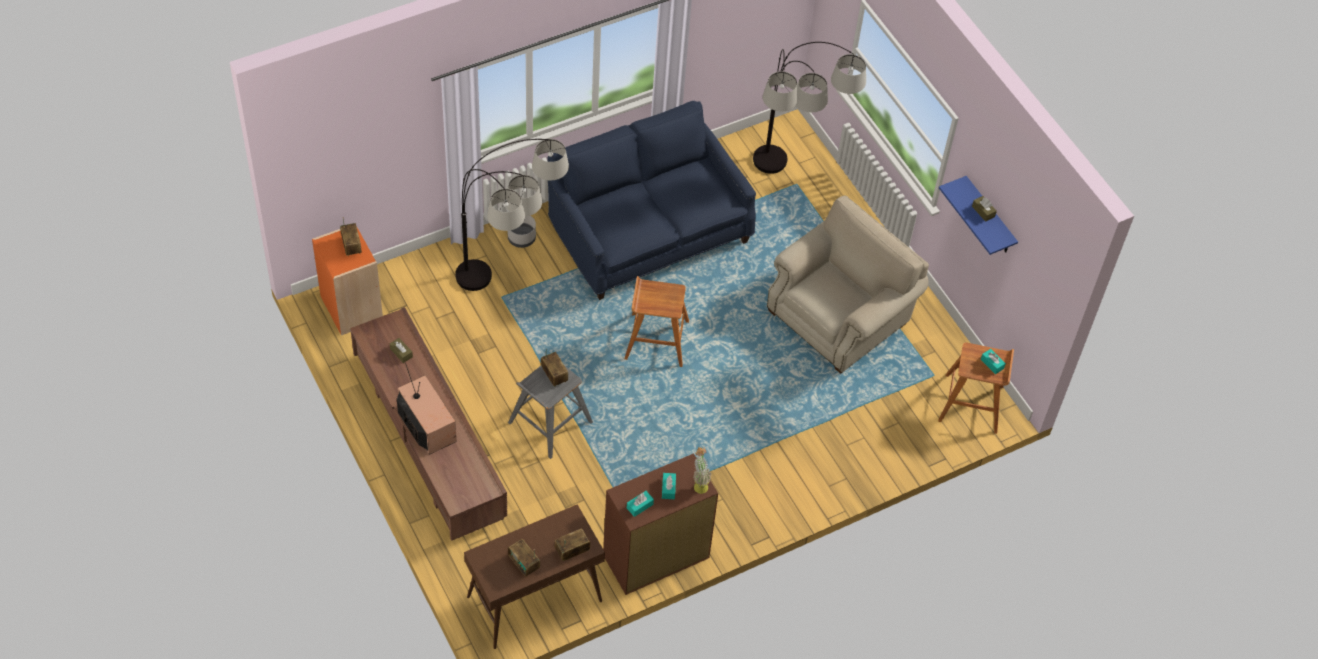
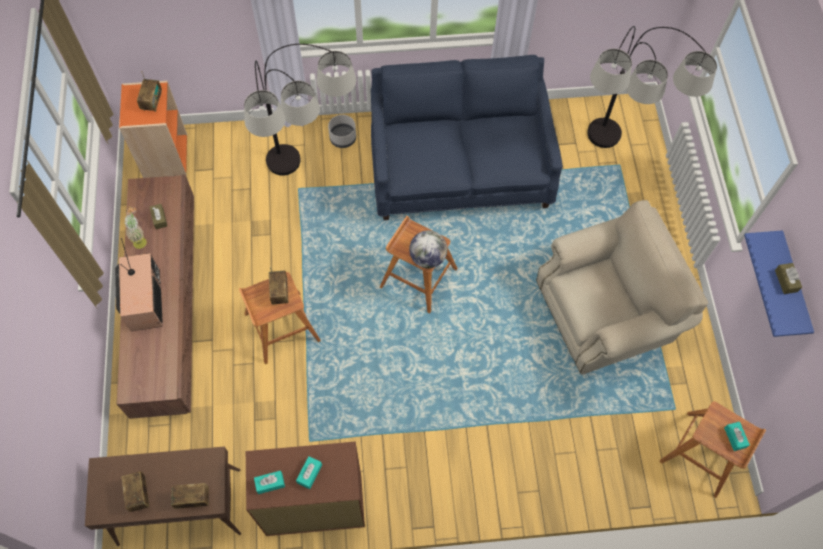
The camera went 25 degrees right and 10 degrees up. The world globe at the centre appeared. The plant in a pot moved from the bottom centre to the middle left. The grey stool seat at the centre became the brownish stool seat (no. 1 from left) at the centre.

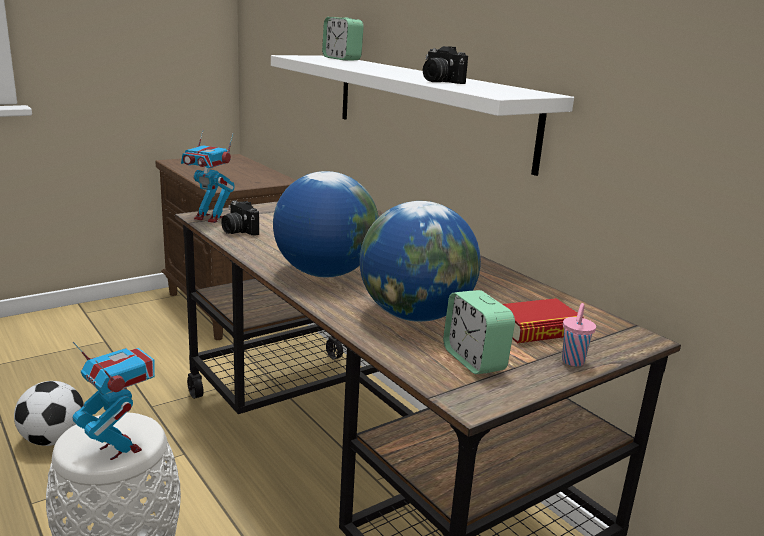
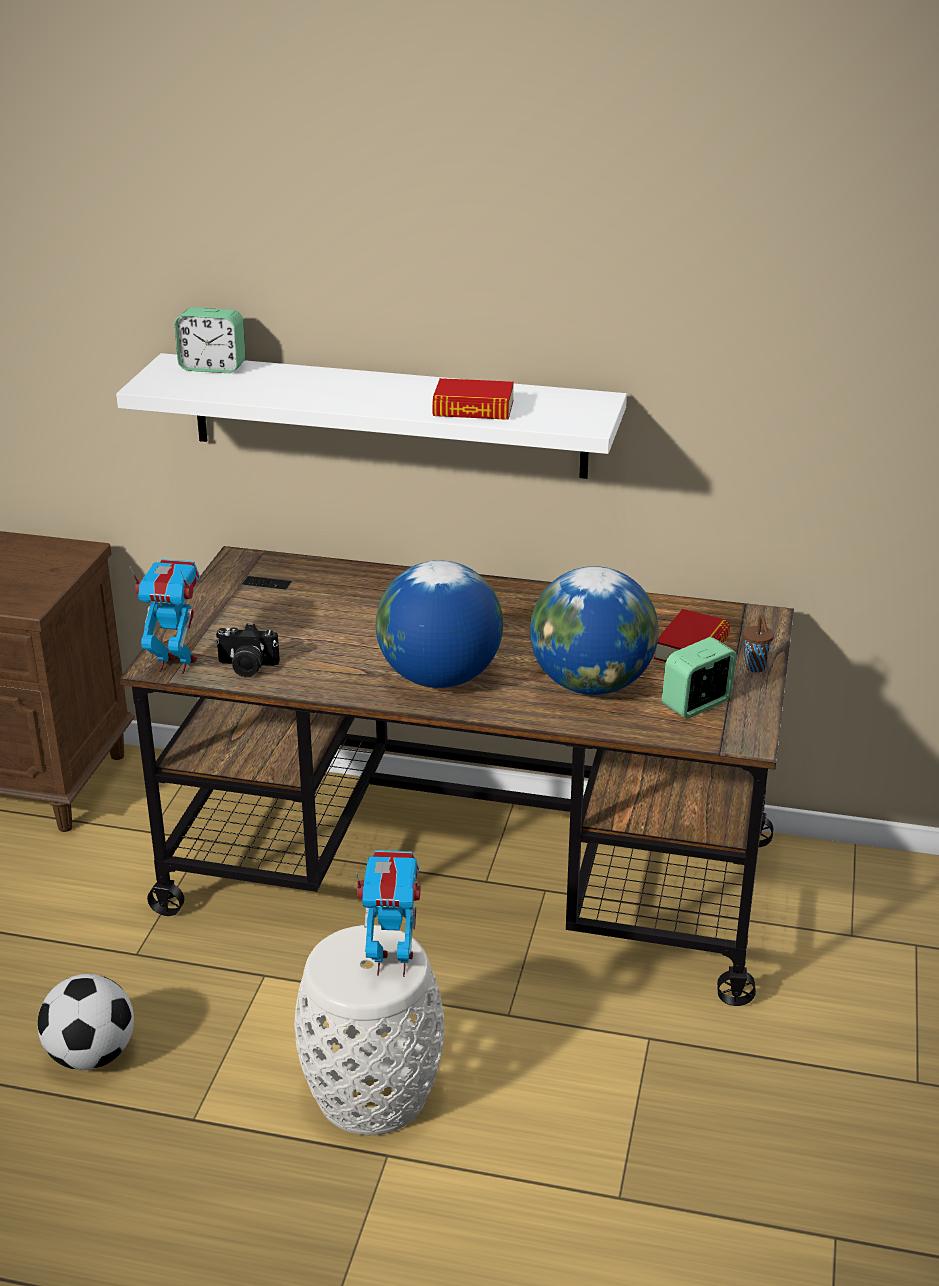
The camera went 40 degrees left and 10 degrees up. The still camera (no. 2 from left) at the top centre was replaced by the volume (no. 1 from left) at the top centre. The pink-coloured small cup at the middle right became the brownish small cup at the middle right. The model robot (no. 2 from left in the first image) at the top left turned 150 degrees counterclockwise. The alarm clock (no. 2 from left) at the centre turned 120 degrees clockwise.

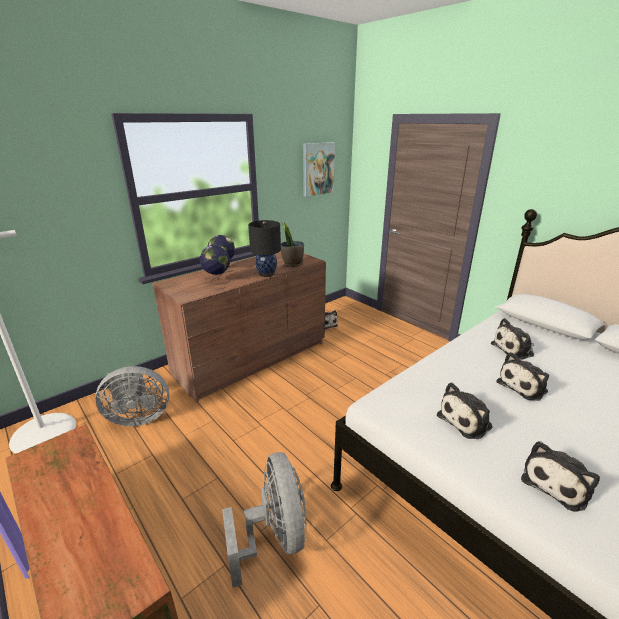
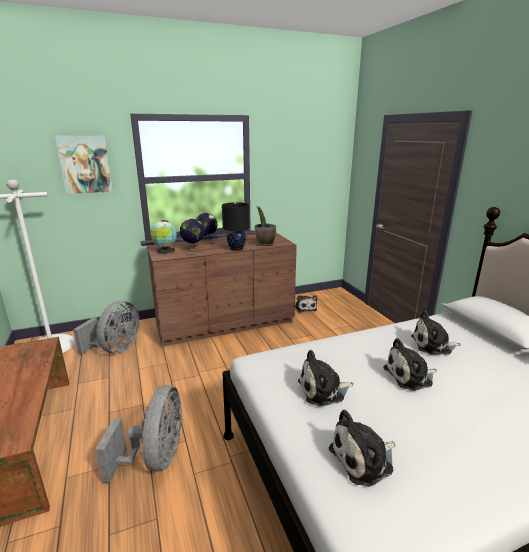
The camera went 20 degrees right and 5 degrees down. The world globe (no. 1 from left) at the middle left appeared. The wall art moved from the top centre to the top left. The grey cooling fan (no. 1 from left) at the middle left turned 75 degrees counterclockwise.

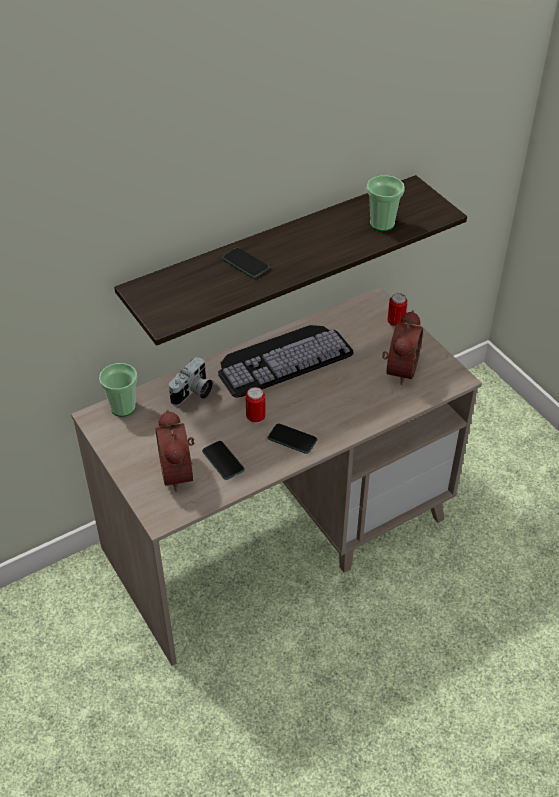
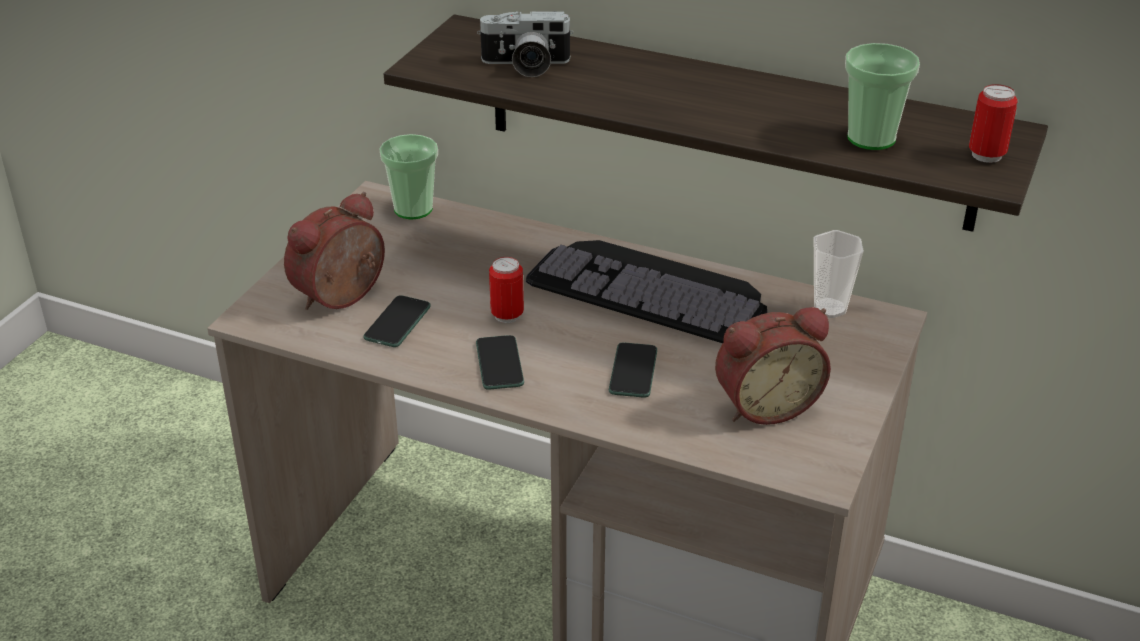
The camera went 55 degrees right and 10 degrees down. The small cup (no. 2 from left) at the middle right appeared. The still camera moved from the centre to the top centre. The phone (no. 2 from left in the first image) moved from the top centre to the centre. The can (no. 2 from left) moved from the middle right to the top right.

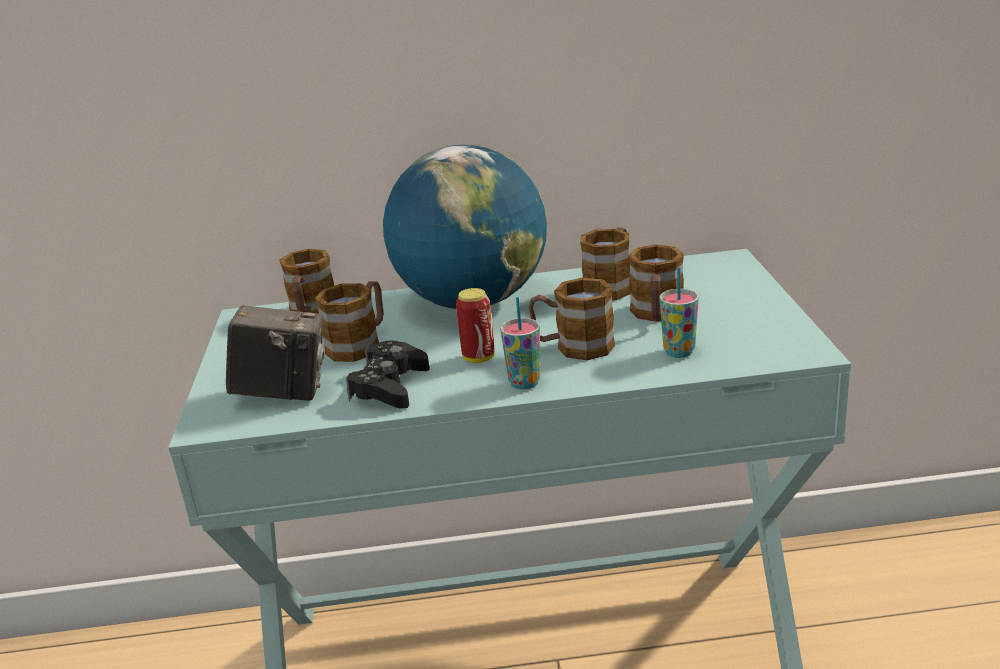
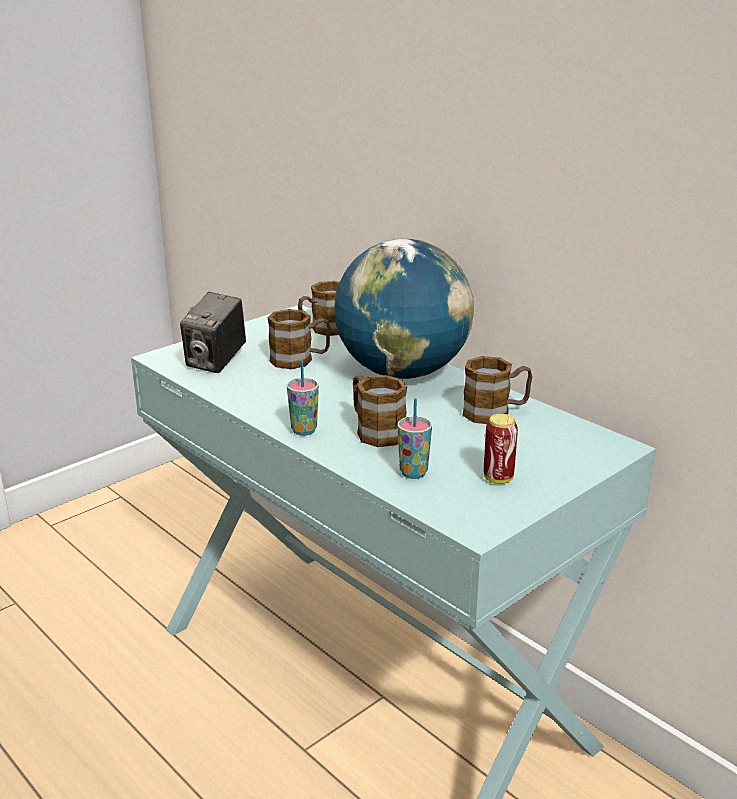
The camera went 50 degrees right and 0 degrees up. The blackish game controller at the centre disappeared. The mug (no. 5 from left) at the centre disappeared. The can moved from the centre to the middle right. The still camera at the middle left turned 60 degrees clockwise.

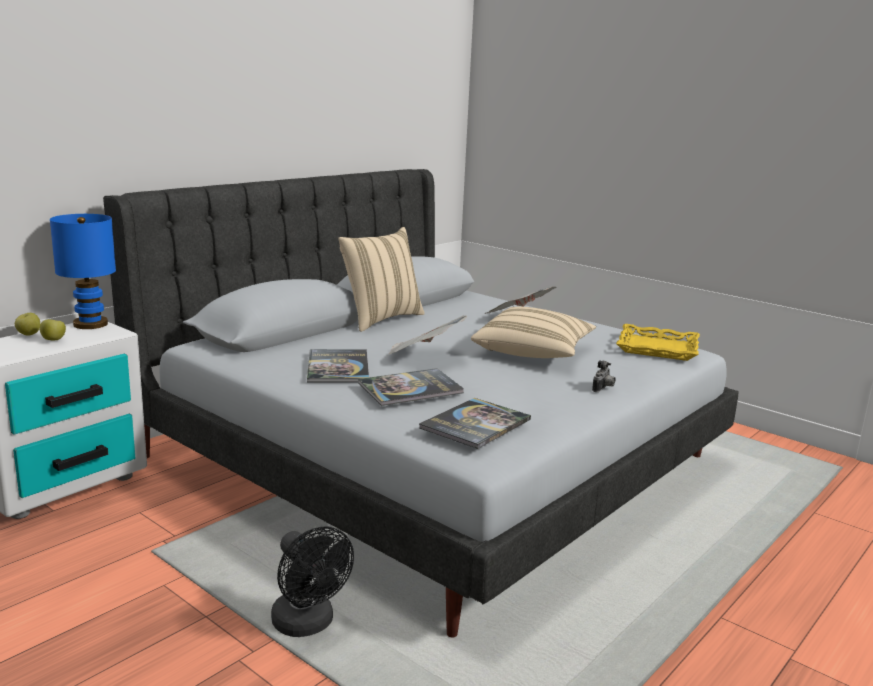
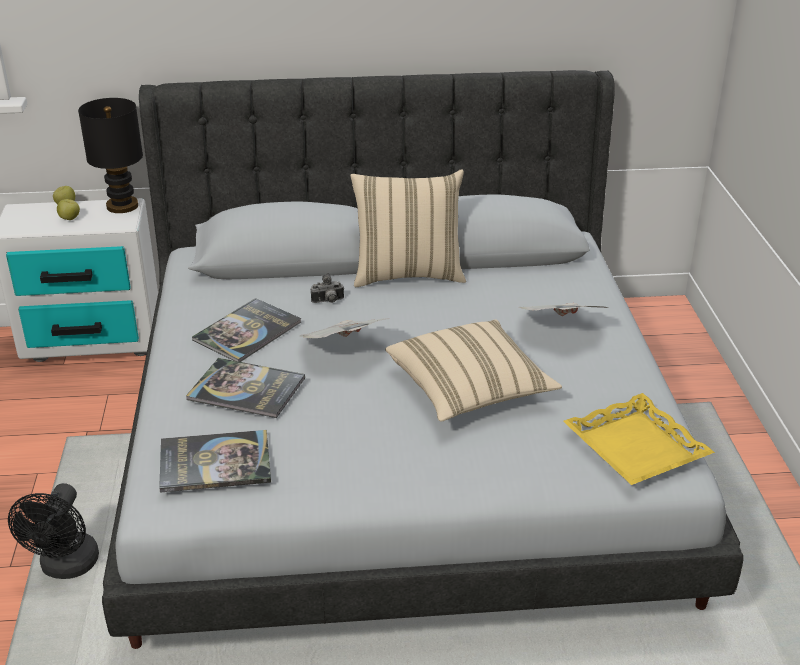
The camera went 45 degrees right and 15 degrees up. The still camera moved from the middle right to the centre. The bluish table lamp at the middle left became the blackish table lamp at the top left.

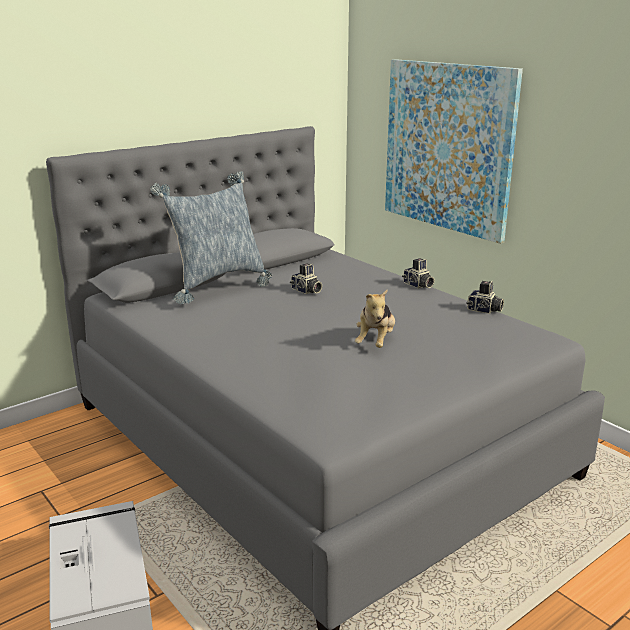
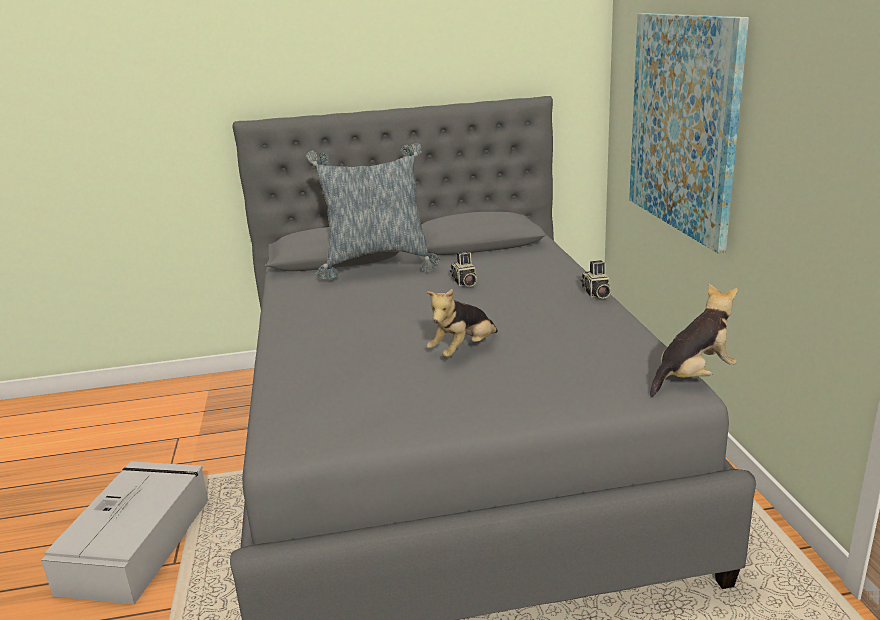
The camera went 30 degrees right and 0 degrees up. The still camera (no. 3 from left) at the middle right disappeared. The plush toy (no. 2 from left) at the middle right appeared.

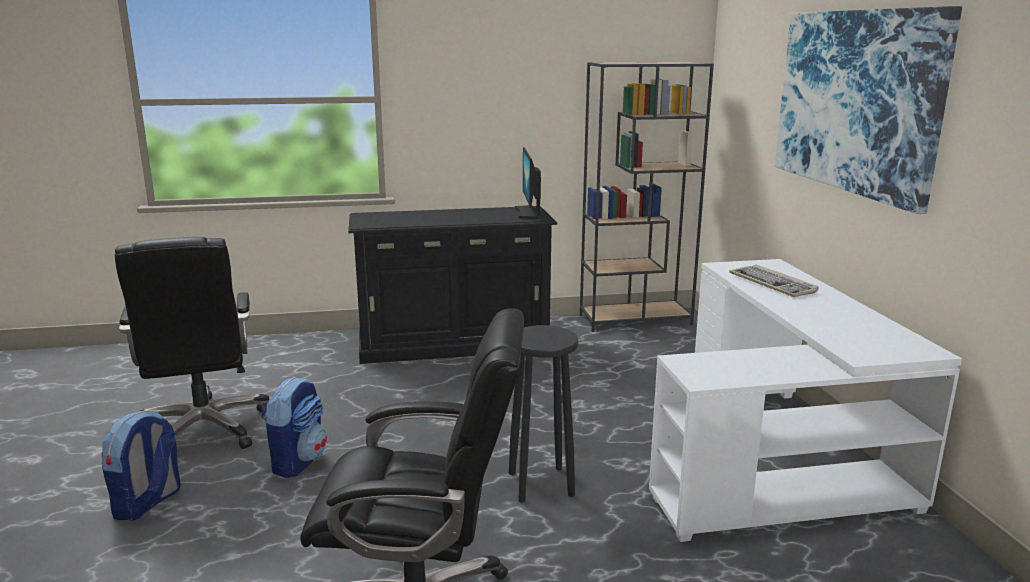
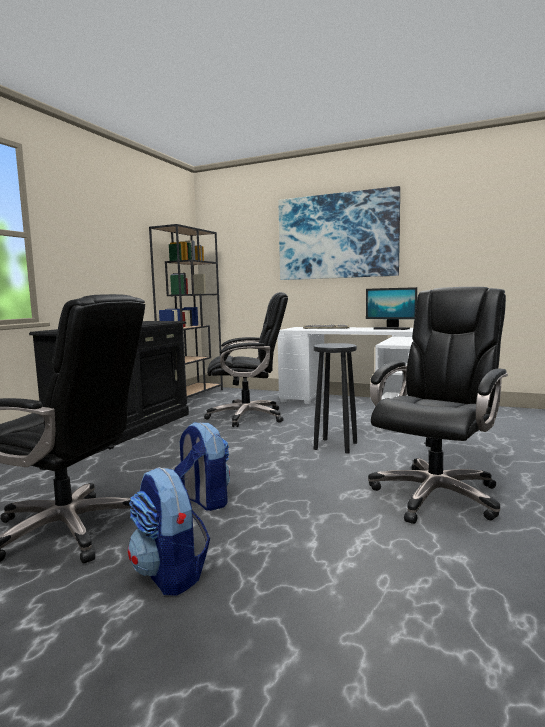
The camera went 55 degrees left and 10 degrees down. The blackish computer chair (no. 2 from left) at the centre appeared. The monitor moved from the top centre to the middle right.

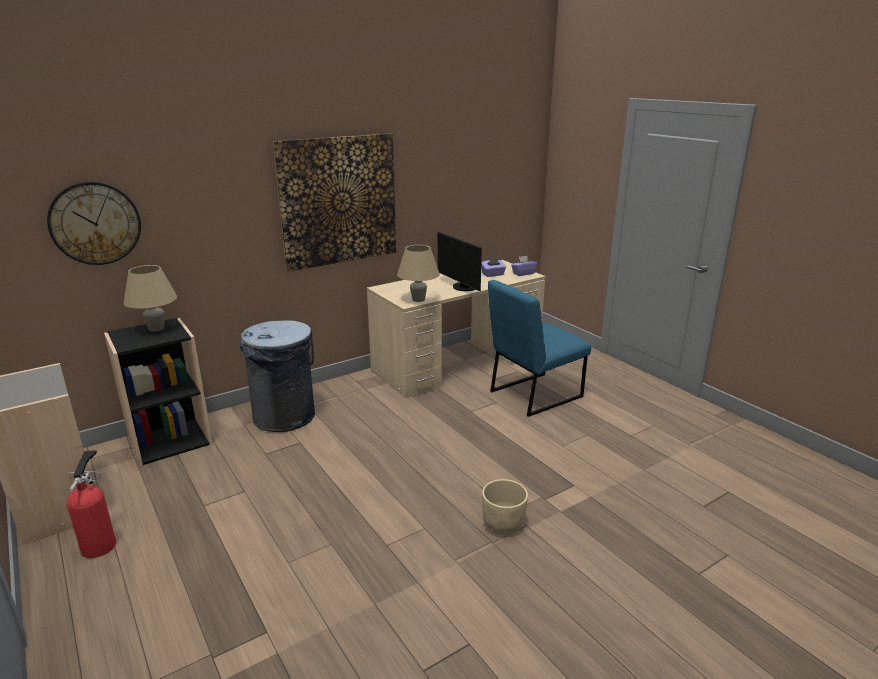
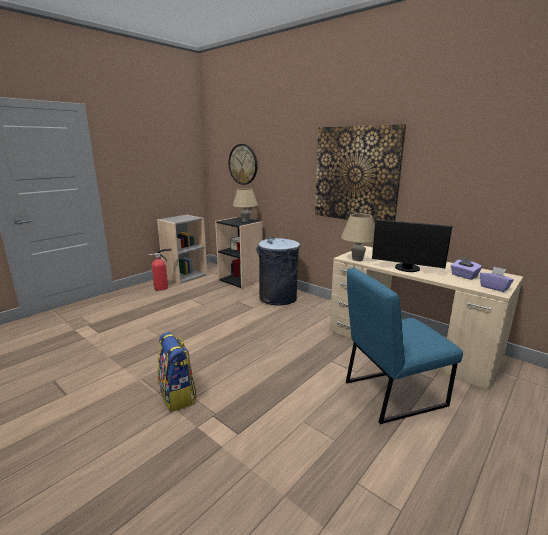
The camera went 75 degrees right and 5 degrees down. The beige flower pot at the bottom centre was replaced by the knapsack at the bottom left. The monitor at the centre turned 105 degrees counterclockwise. The bluish plain chair at the centre turned 60 degrees counterclockwise.

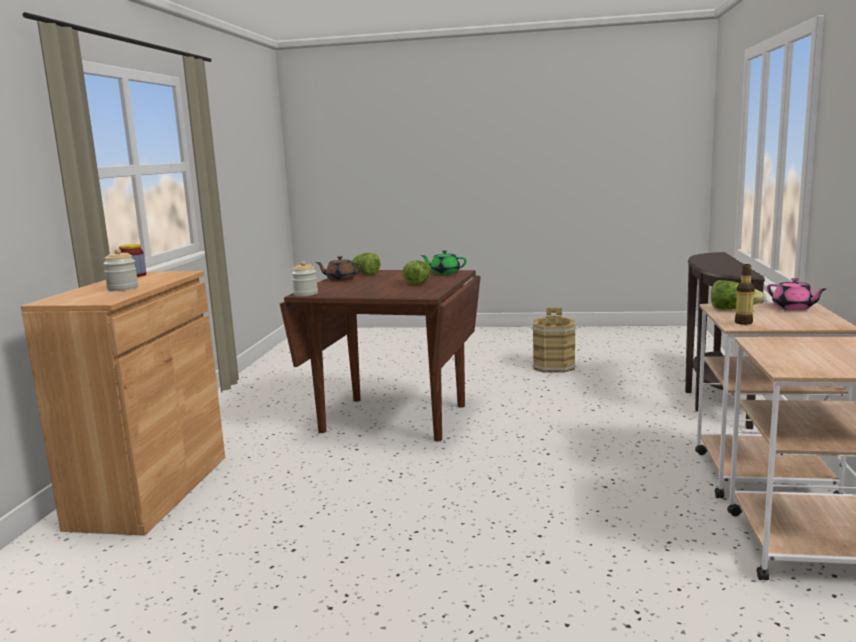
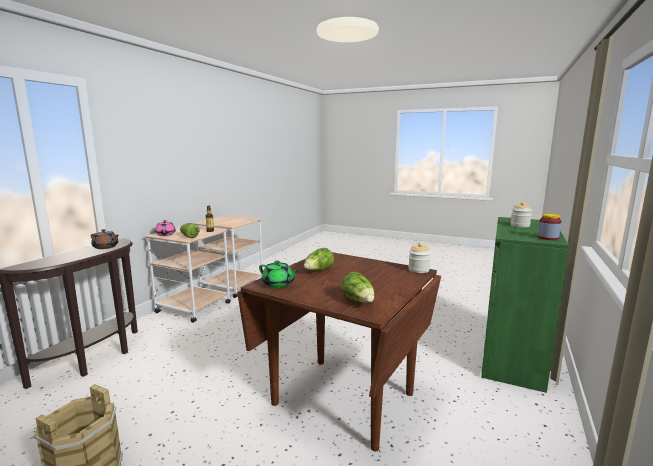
The camera went 165 degrees left and 0 degrees up. The brownish teapot moved from the centre to the middle left. The brownish cupboard at the middle left became the greenish cupboard at the middle right.

